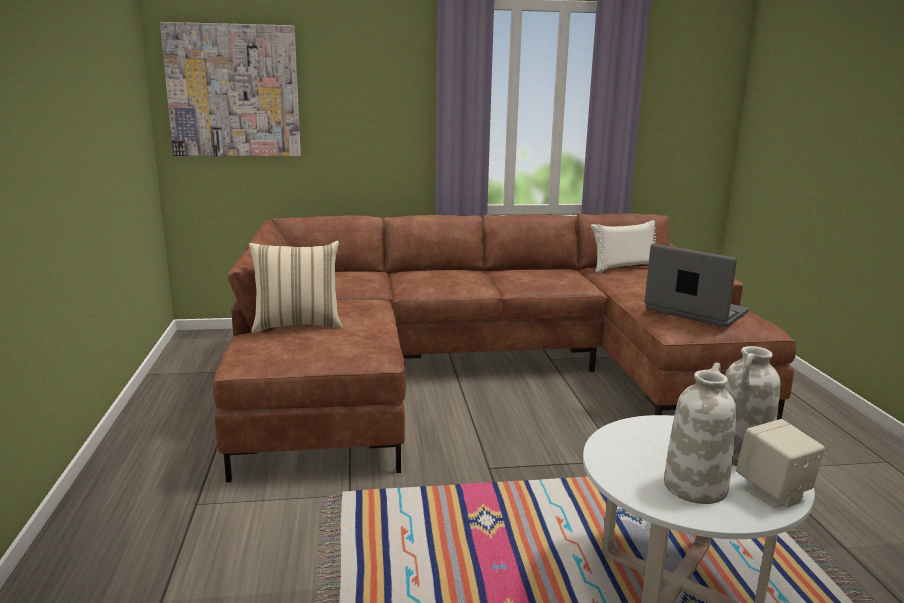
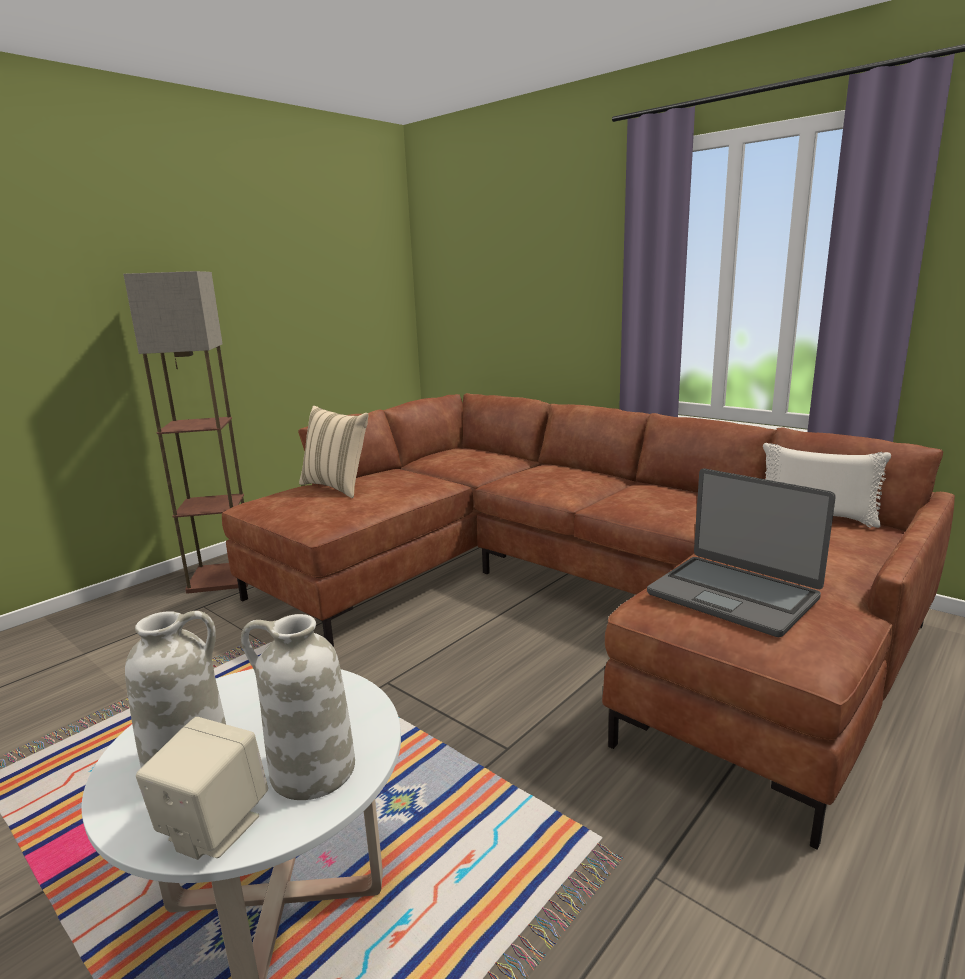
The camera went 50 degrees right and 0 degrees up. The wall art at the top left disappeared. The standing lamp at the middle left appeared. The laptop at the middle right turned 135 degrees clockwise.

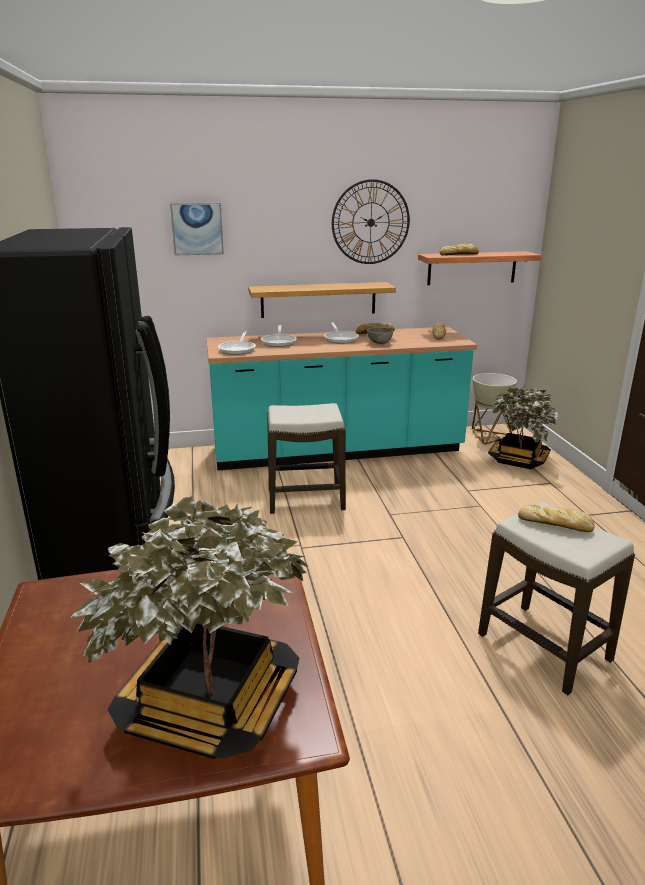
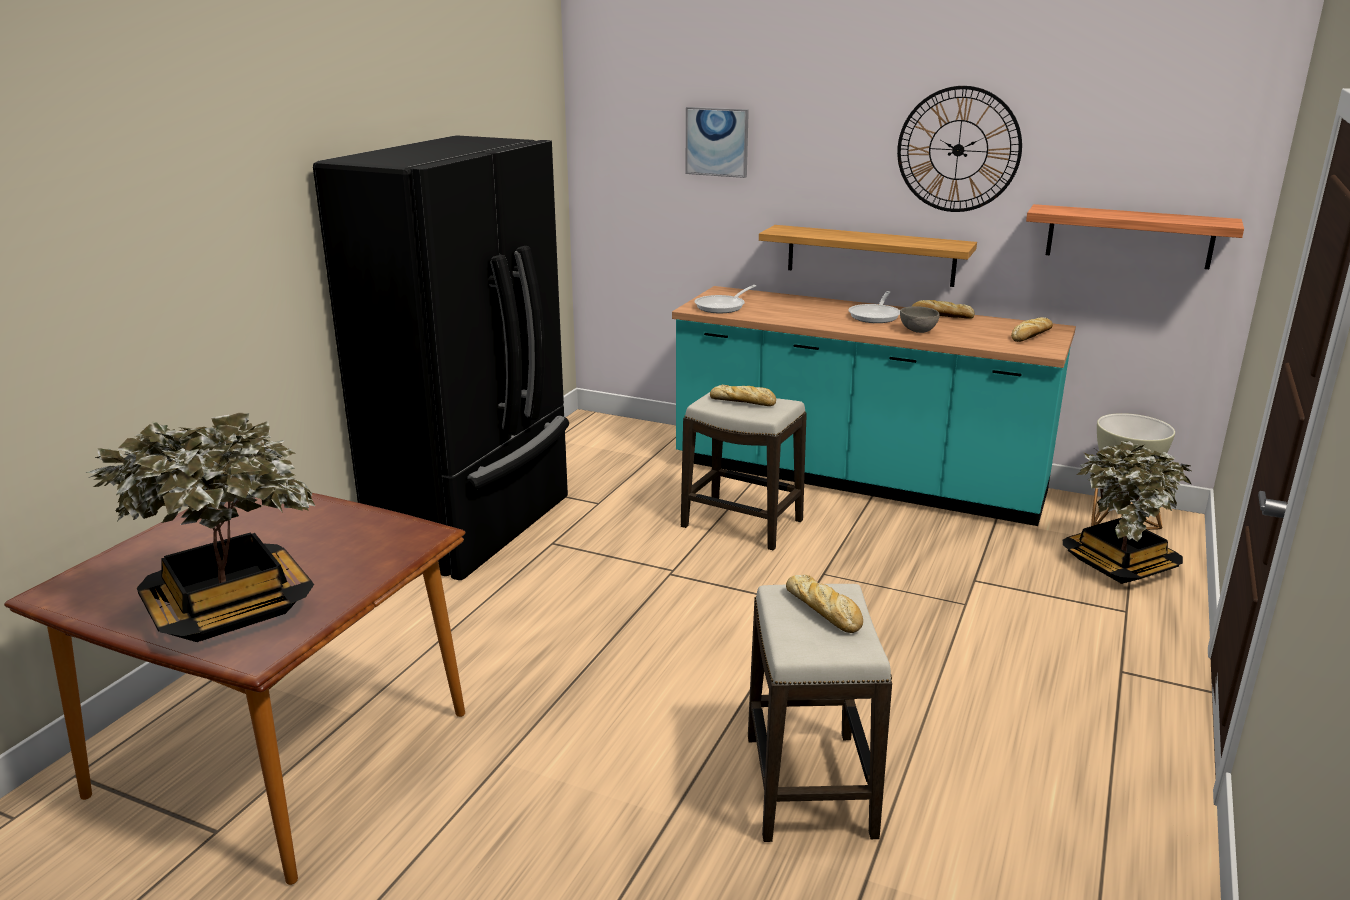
The camera went 35 degrees right and 0 degrees up. The frying pan (no. 2 from left) at the centre disappeared. The bakery bread (no. 3 from left in the first image) moved from the top right to the centre.

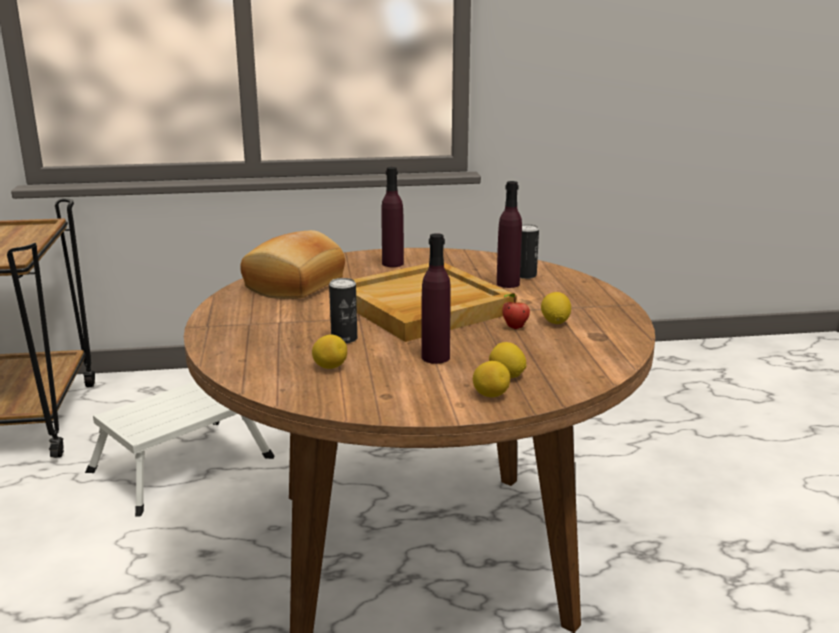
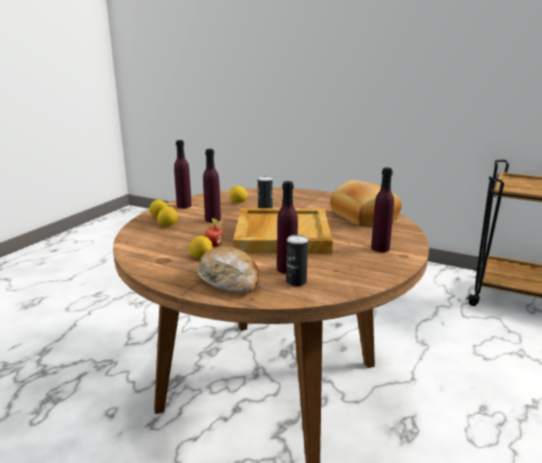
The camera went 125 degrees right and 0 degrees up. The whitish step ladder at the bottom left disappeared. The purple-coloured bottle (no. 1 from left) at the centre appeared. The bakery bread (no. 1 from left) at the centre appeared.

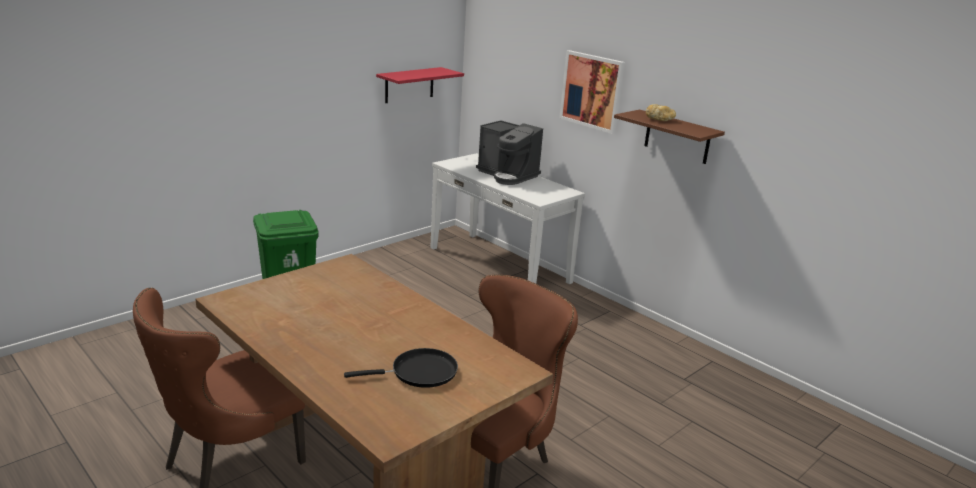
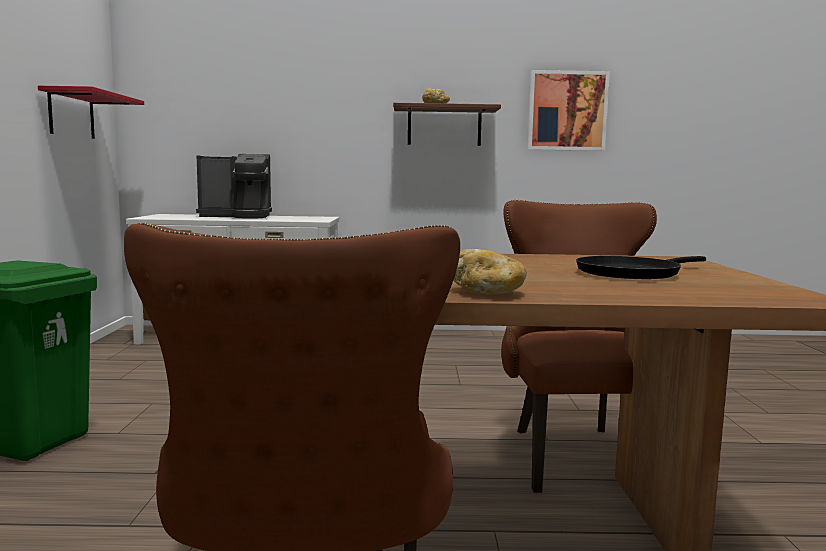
The camera went 45 degrees left and 15 degrees down. The bakery bread (no. 2 from left) at the centre appeared. The wall art moved from the top centre to the top right. The blackish frying pan at the bottom centre turned 150 degrees counterclockwise.

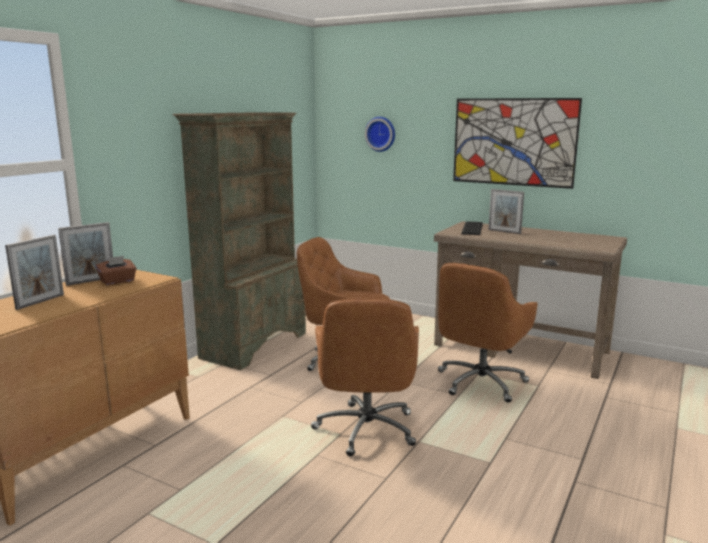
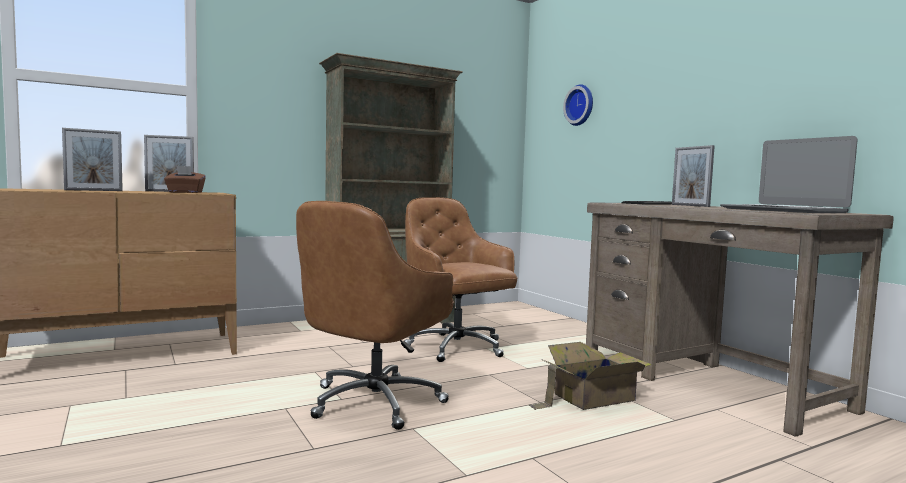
The camera went 30 degrees right and 10 degrees down. The wall art at the top right disappeared. The laptop at the middle right appeared. The brownish computer chair (no. 3 from left) at the middle right was replaced by the cardboard box at the bottom centre.

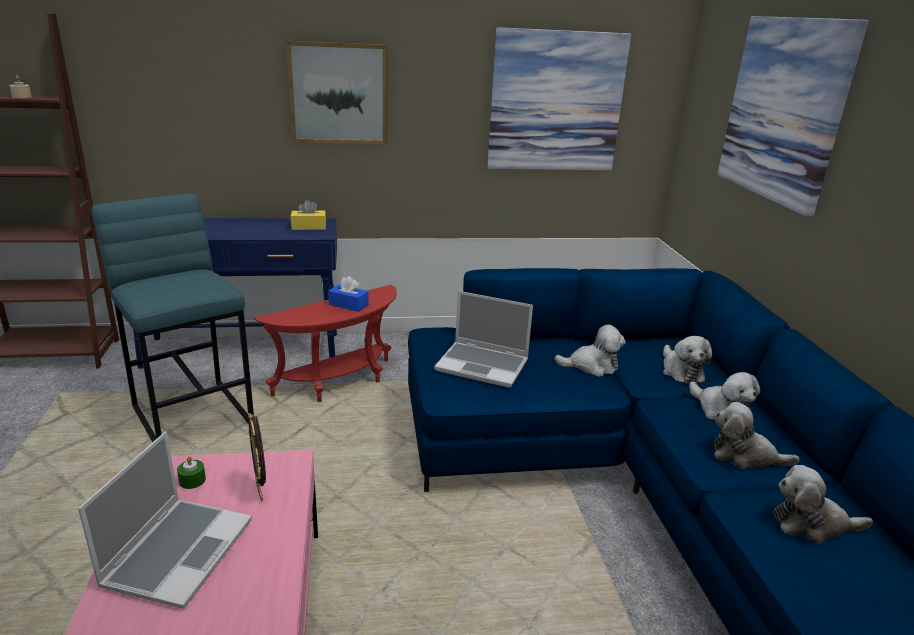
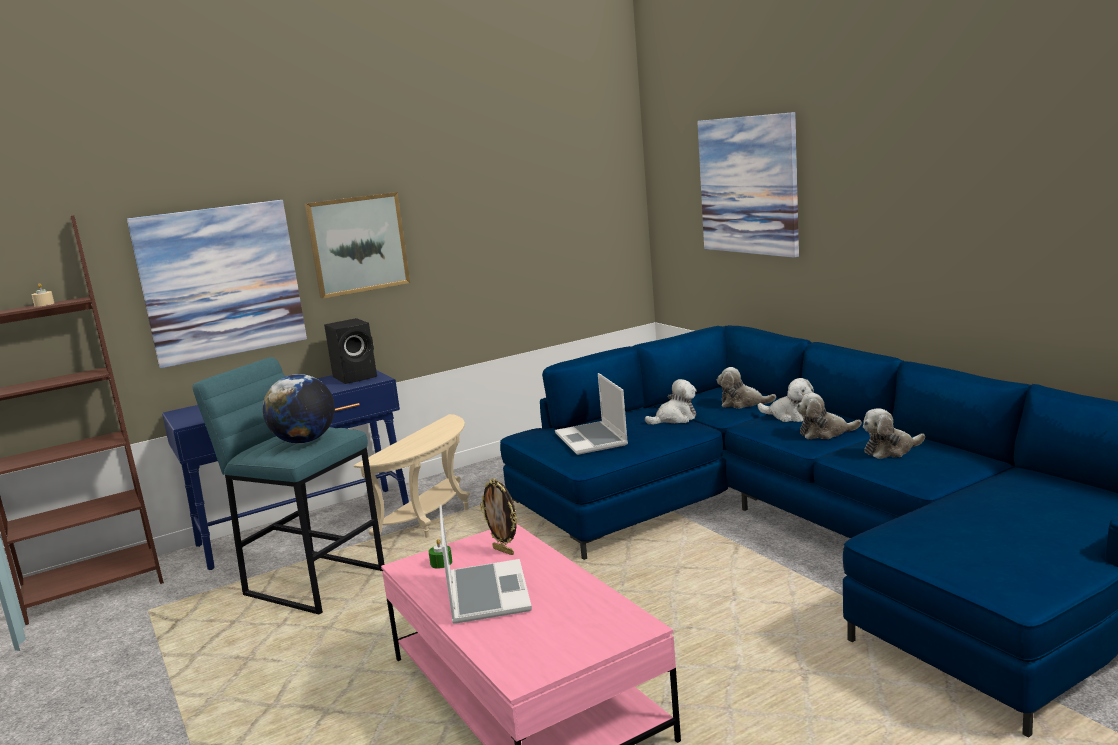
The camera went 20 degrees left and 10 degrees down. The bluish tissue box at the centre disappeared. The world globe at the middle left appeared. The wall art (no. 2 from left in the first image) moved from the top centre to the middle left. The yellow tissue box at the centre was replaced by the blackish audio speaker at the middle left. The red accent table at the centre became the beige accent table at the centre. The laptop (no. 2 from left) at the centre turned 75 degrees clockwise. The plush toy (no. 2 from left) at the middle right turned 135 degrees clockwise.

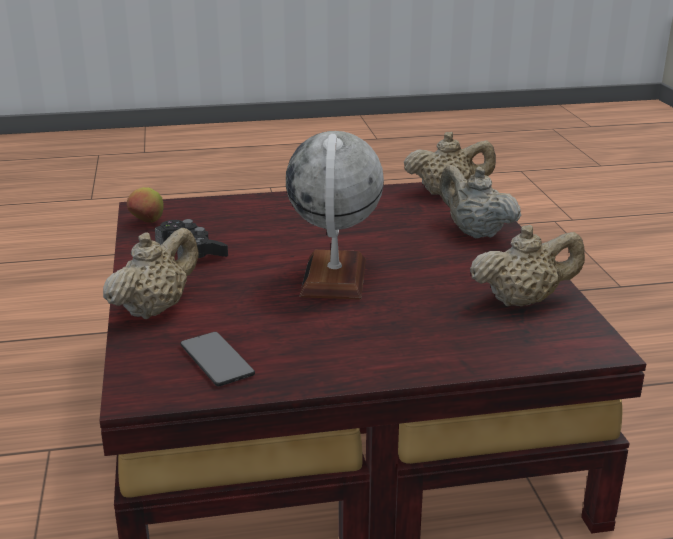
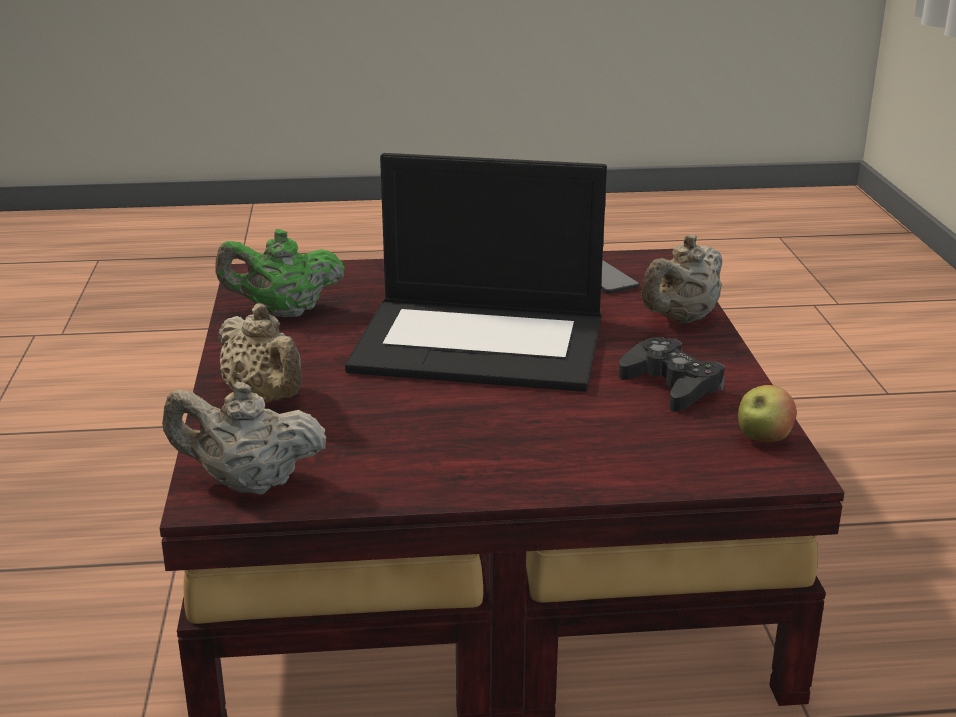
The camera went 175 degrees left and 0 degrees up. The world globe at the centre was replaced by the laptop at the centre. The beige teapot (no. 4 from left) at the middle right became the greenish teapot at the middle left.

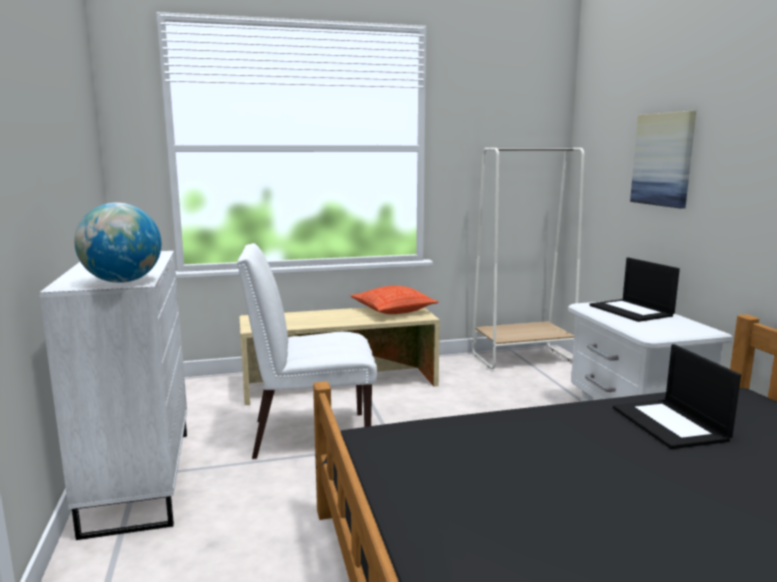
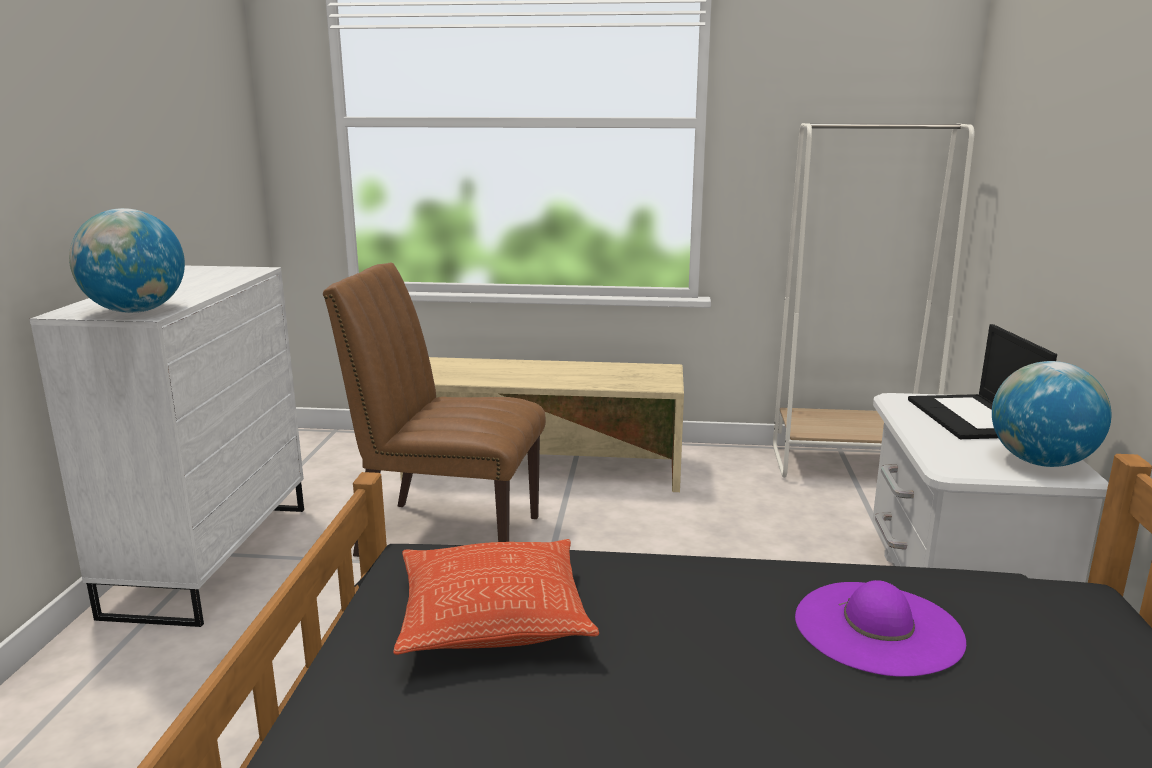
The camera went 20 degrees right and 5 degrees up. The wall art at the top right disappeared. The world globe (no. 2 from left) at the middle right appeared. The orange cushion moved from the centre to the bottom centre. The laptop (no. 2 from left) at the bottom right was replaced by the purple-coloured hat at the bottom right. The whitish plain chair at the centre became the brownish plain chair at the centre.

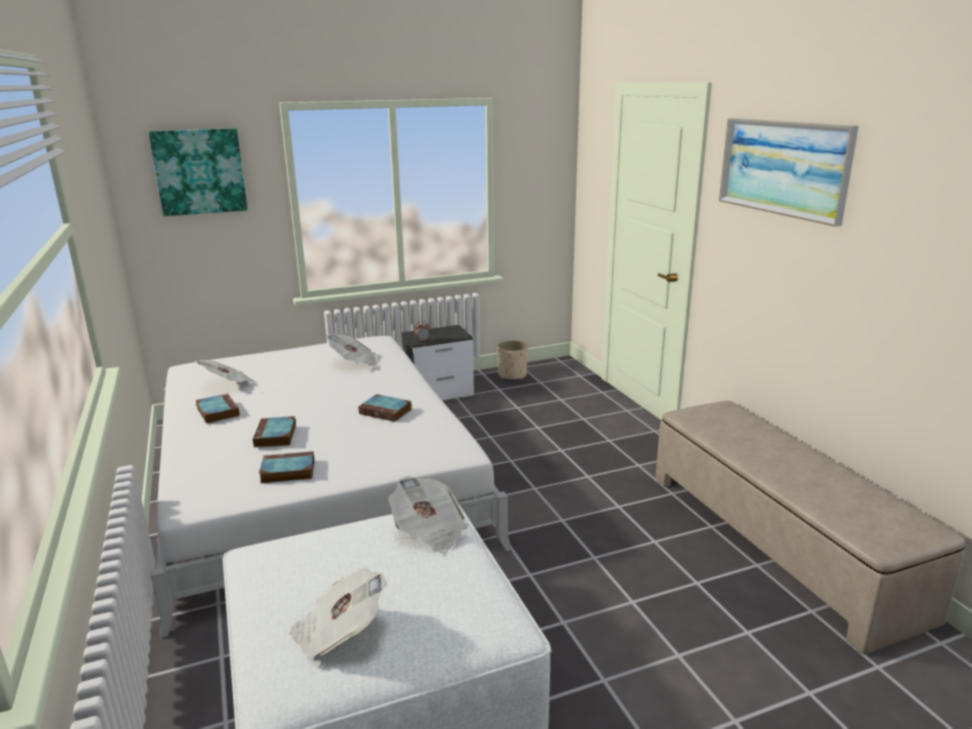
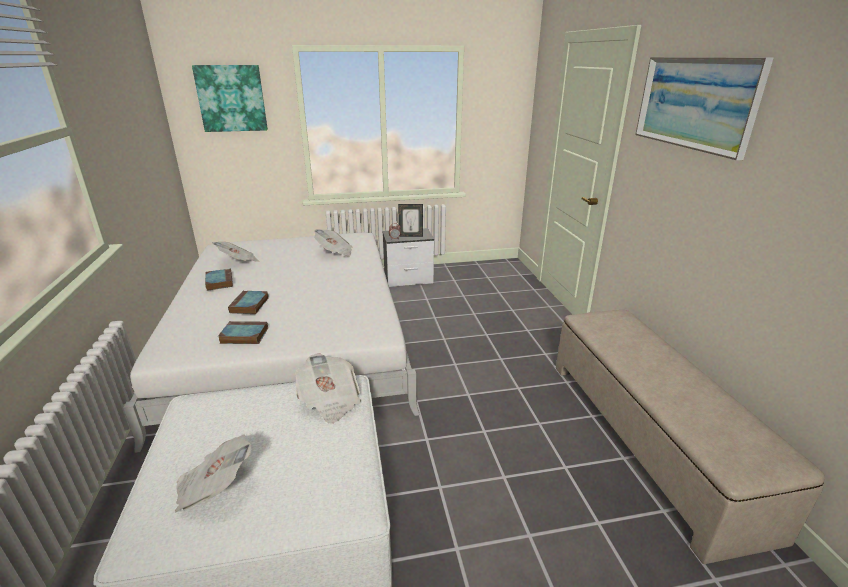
The camera went 10 degrees right and 5 degrees up. The volume (no. 4 from left) at the centre disappeared. The beige flower pot at the centre disappeared. The photo frame at the centre appeared.

